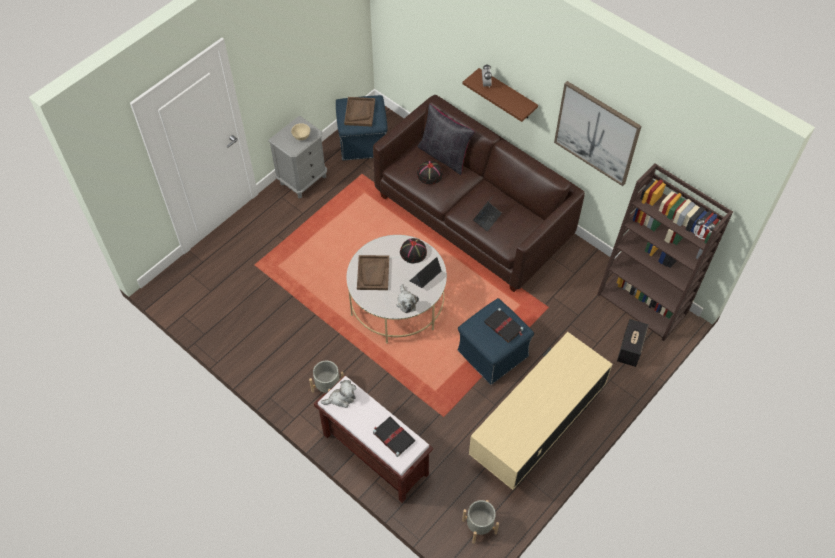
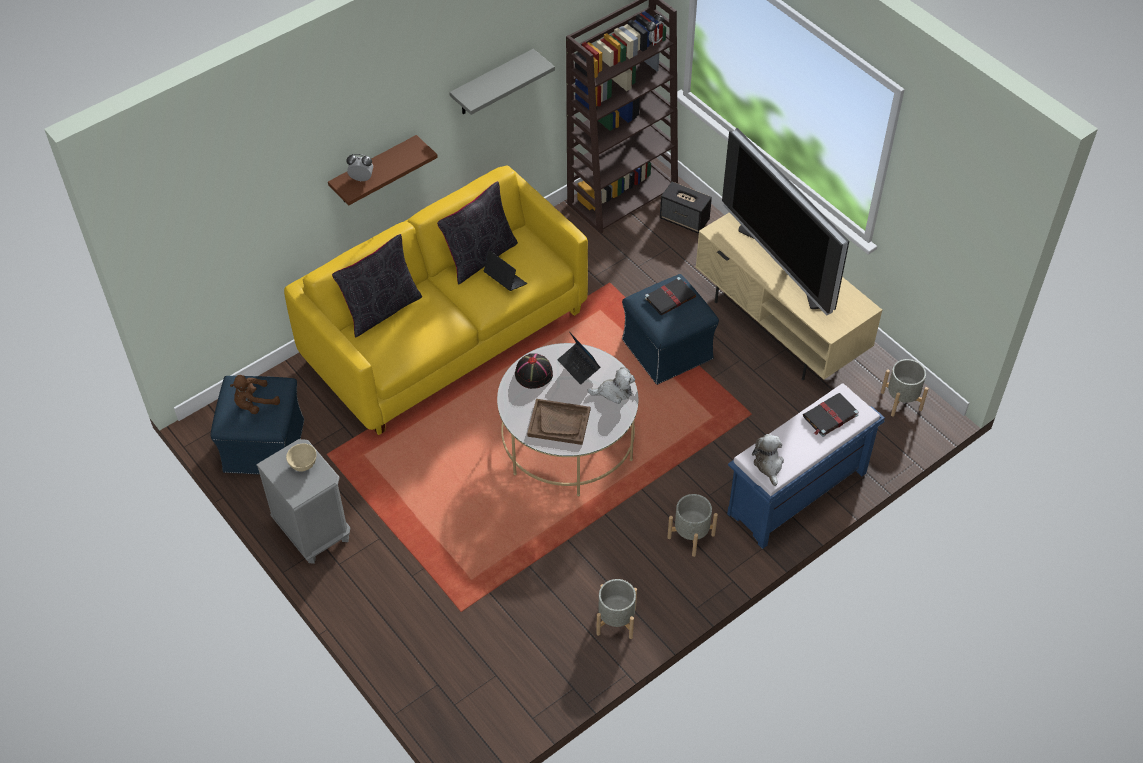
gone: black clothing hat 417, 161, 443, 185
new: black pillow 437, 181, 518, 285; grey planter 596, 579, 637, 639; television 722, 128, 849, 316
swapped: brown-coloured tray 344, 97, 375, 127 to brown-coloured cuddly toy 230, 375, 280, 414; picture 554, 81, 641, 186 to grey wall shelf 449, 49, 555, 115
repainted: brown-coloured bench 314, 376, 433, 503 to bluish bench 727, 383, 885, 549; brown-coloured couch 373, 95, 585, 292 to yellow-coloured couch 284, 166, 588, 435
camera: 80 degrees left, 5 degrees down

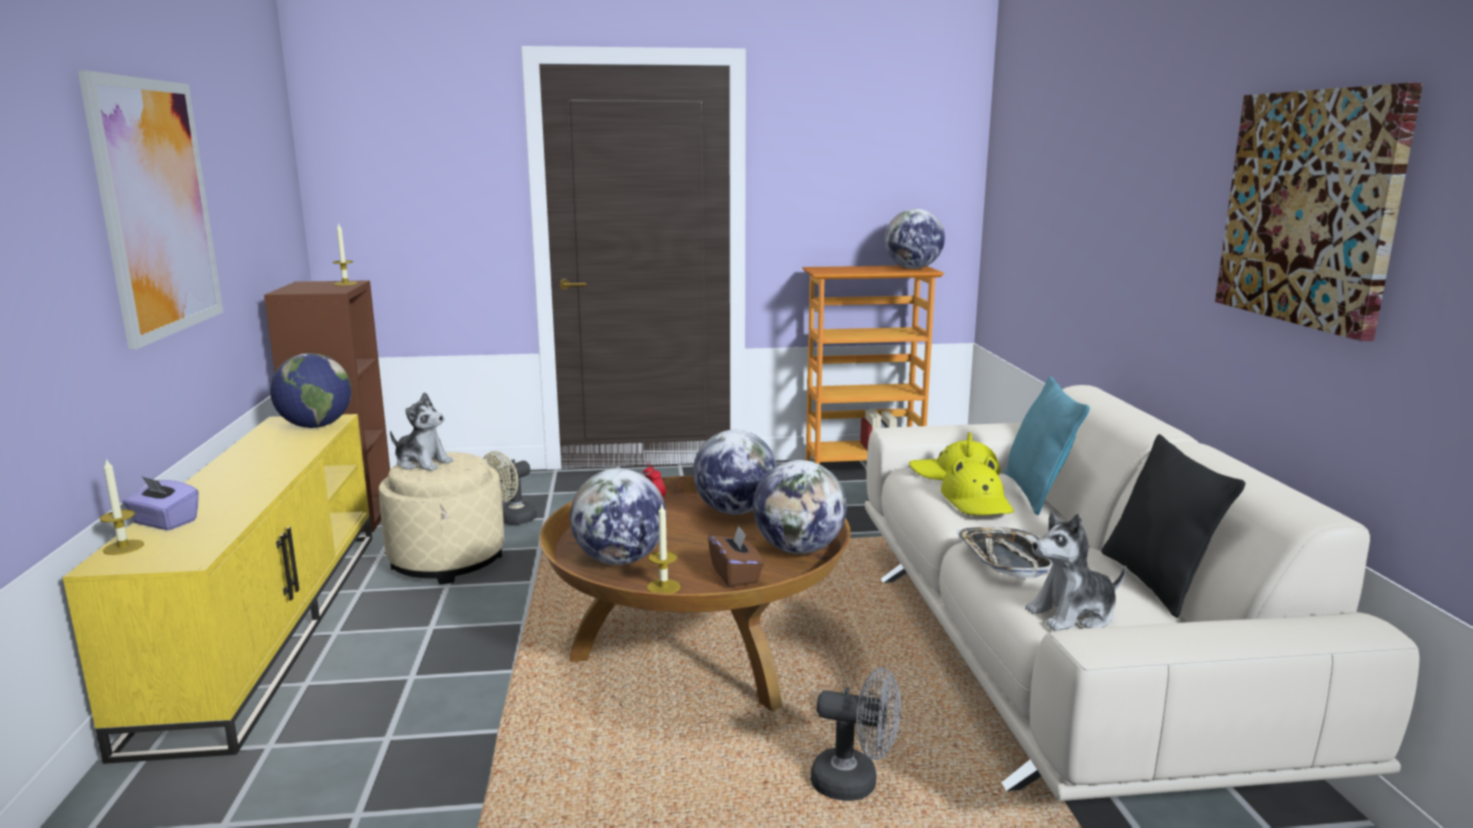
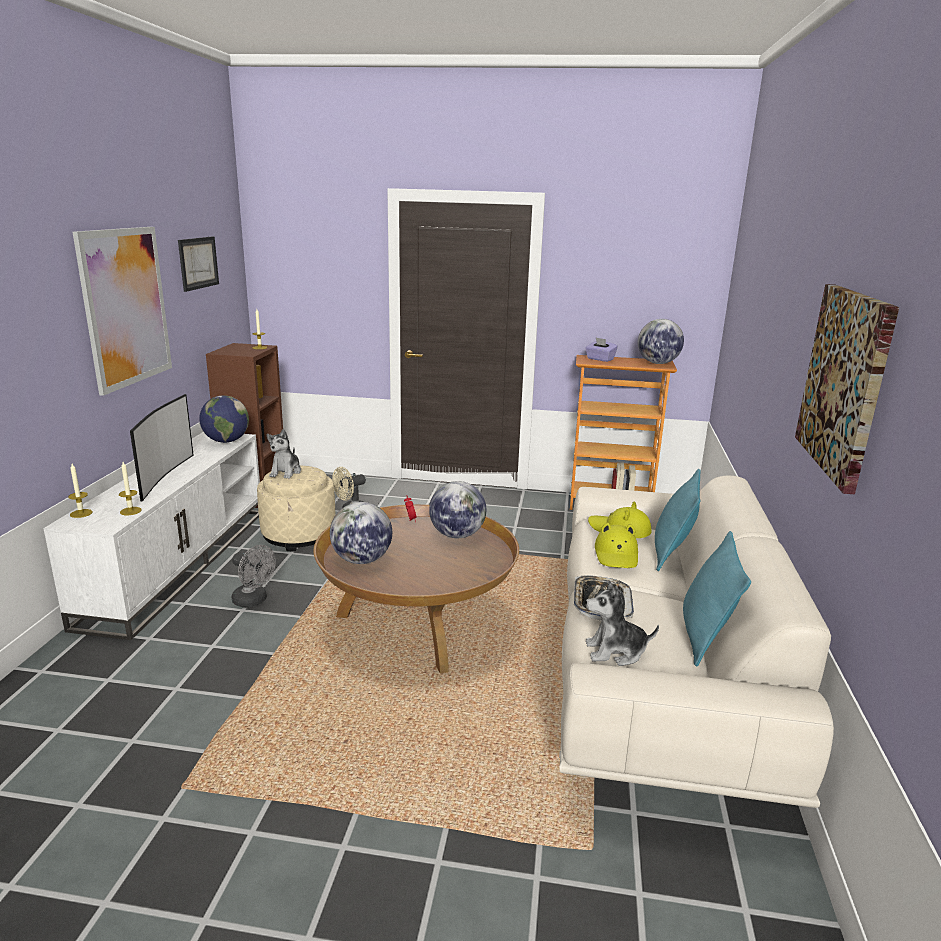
gone: brown-coloured tissue holder 708, 525, 764, 587; desk globe 753, 460, 847, 554
new: television 130, 394, 194, 501; picture 178, 236, 219, 292
shifted: purple tissue holder 122, 476, 199, 530 to 585, 338, 618, 362; wax candle 647, 505, 681, 593 to 119, 462, 142, 515; grey cooling fan 811, 668, 901, 801 to 231, 545, 276, 608
repainted: yellow-coloured tv stand 63, 414, 372, 764 to whitish tv stand 43, 432, 260, 640; black pillow 1101, 434, 1245, 618 to turquoise-coloured pillow 683, 531, 751, 667
rotated: cuddly toy 390, 392, 453, 471 = 267, 429, 301, 479 60 degrees clockwise
camera: 15 degrees right, 5 degrees up

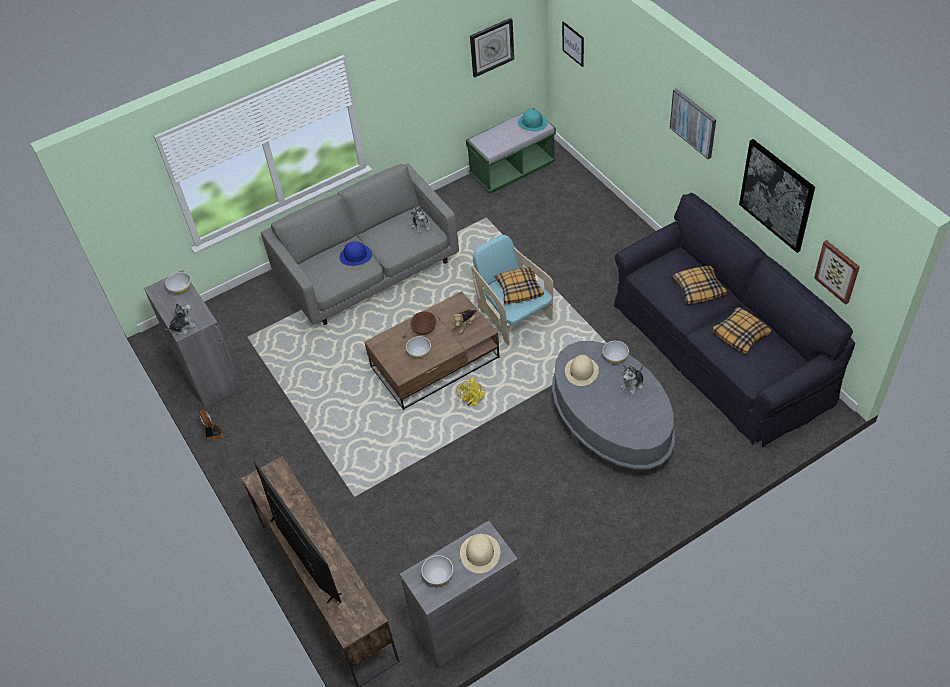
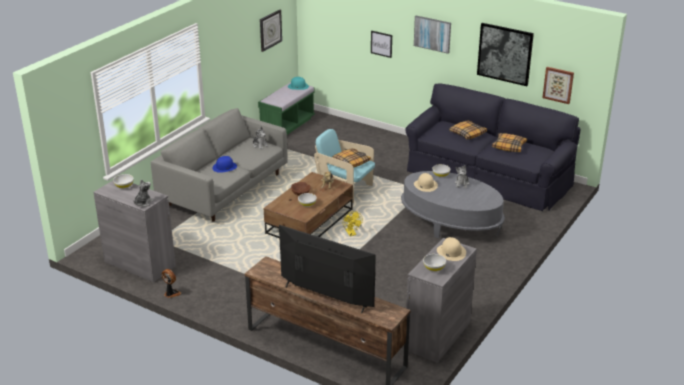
shifted: picture 562, 21, 584, 67 to 371, 30, 392, 58
camera: 30 degrees left, 20 degrees down

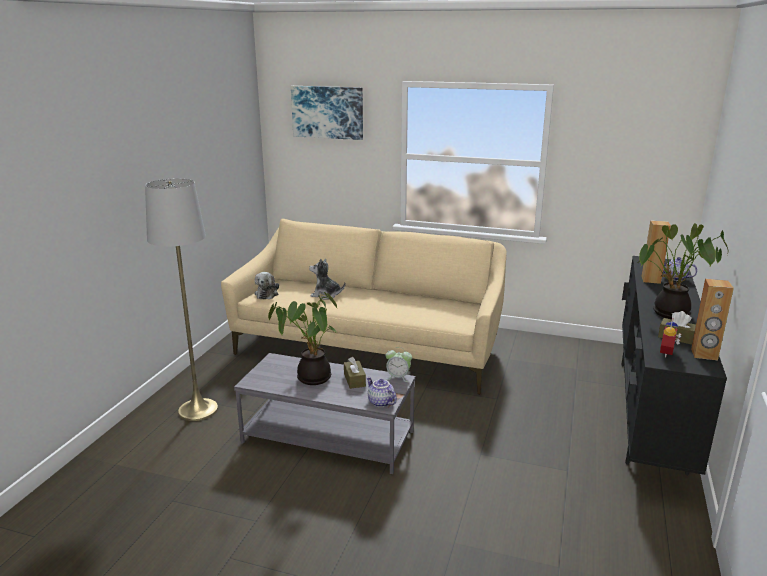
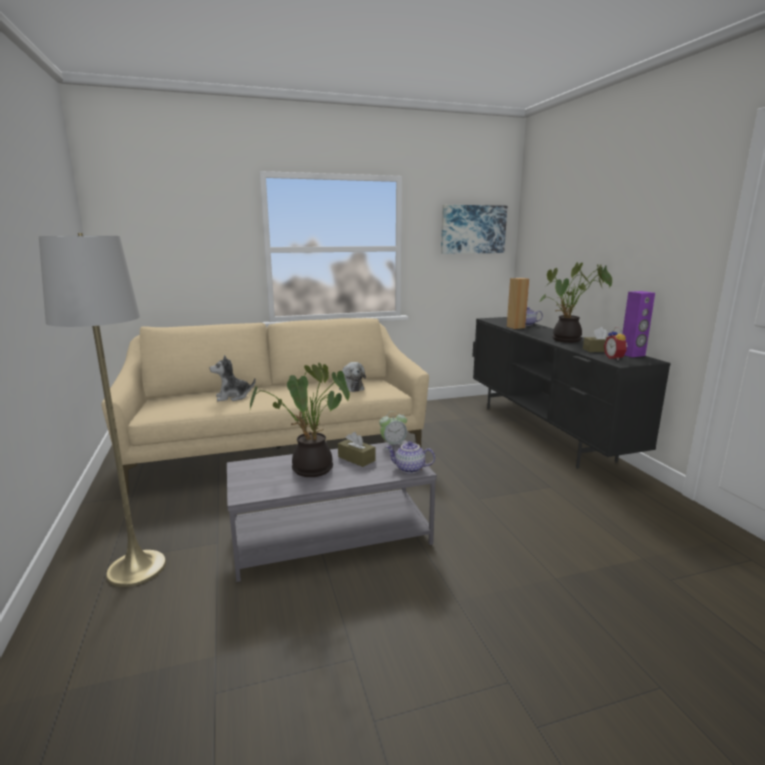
shifted: cuddly toy 255, 272, 279, 299 to 339, 362, 366, 392; picture 291, 86, 363, 140 to 441, 205, 507, 254
repainted: brown-coloured speaker 691, 279, 734, 360 to purple speaker 622, 291, 655, 357
camera: 35 degrees left, 5 degrees down

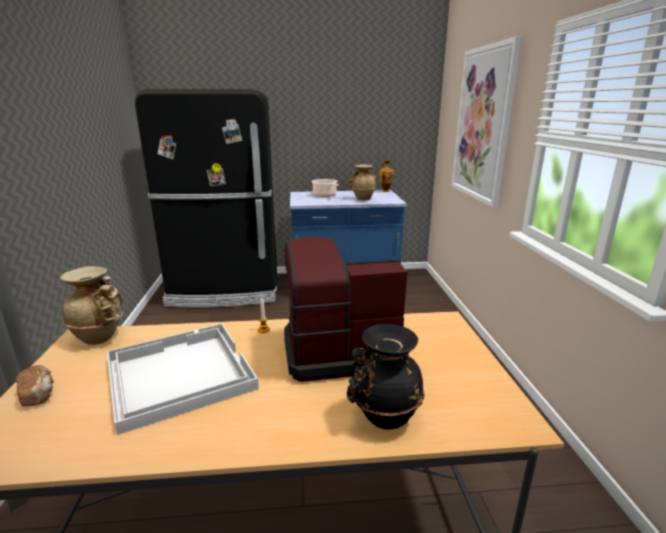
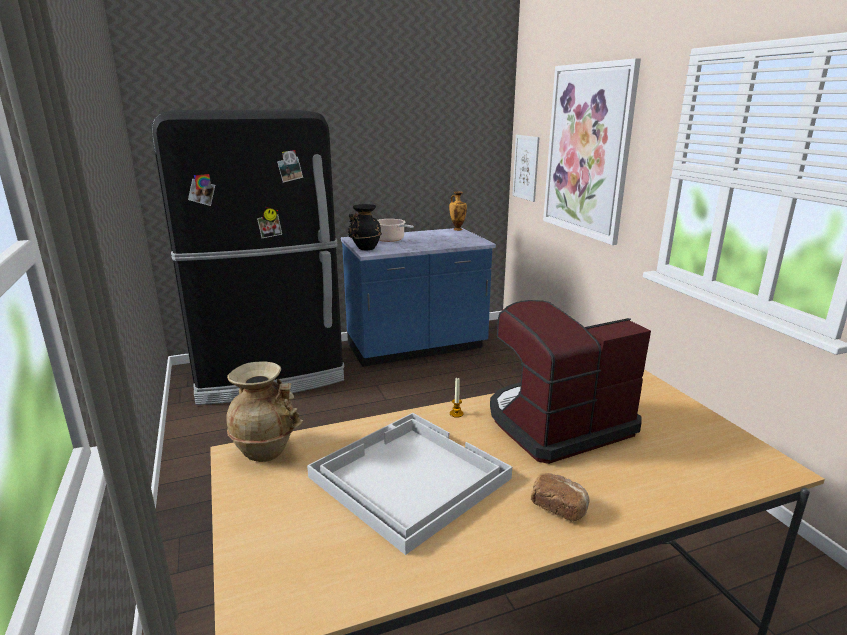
gone: beige decorative vase 348, 164, 376, 200
new: picture 512, 135, 540, 202
shifted: bread 16, 365, 54, 406 to 531, 473, 590, 521; black decorative vase 347, 324, 424, 430 to 348, 204, 382, 250
camera: 15 degrees left, 0 degrees up

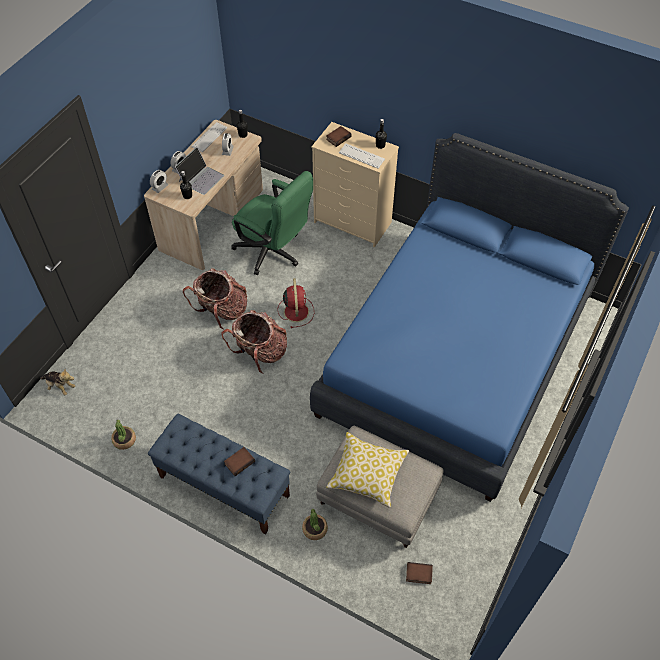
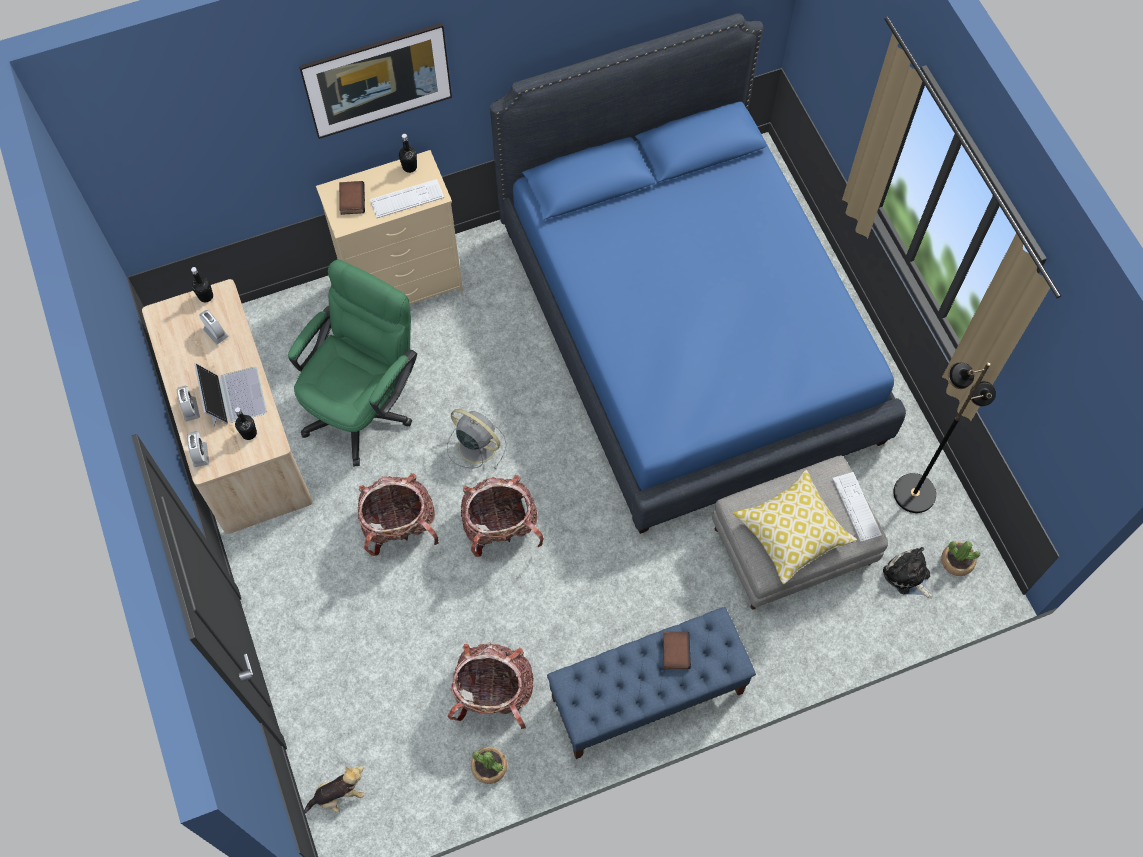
new: picture 299, 23, 452, 139; knapsack 448, 642, 533, 729; black floor lamp 893, 362, 996, 513
shifted: computer keyboard 192, 122, 228, 152 to 832, 472, 882, 542; houseplant 302, 509, 328, 540 to 941, 541, 980, 576
swapped: bound book 406, 562, 433, 584 to cuddly toy 883, 547, 933, 598
repainted: red-coloured cooling fan 278, 278, 314, 328 to grey cooling fan 447, 409, 506, 469
rotated: green-coloured desk chair 231, 171, 313, 275 = 288, 259, 417, 466 45 degrees counterclockwise
camera: 50 degrees left, 10 degrees up

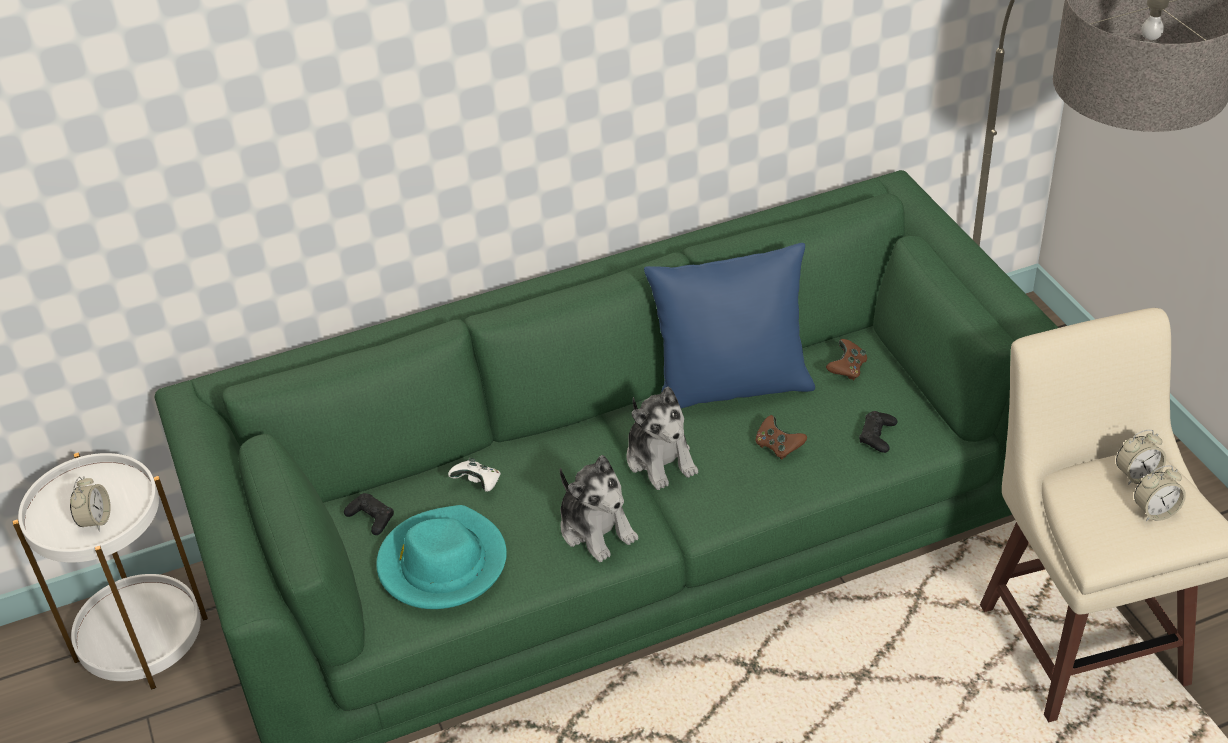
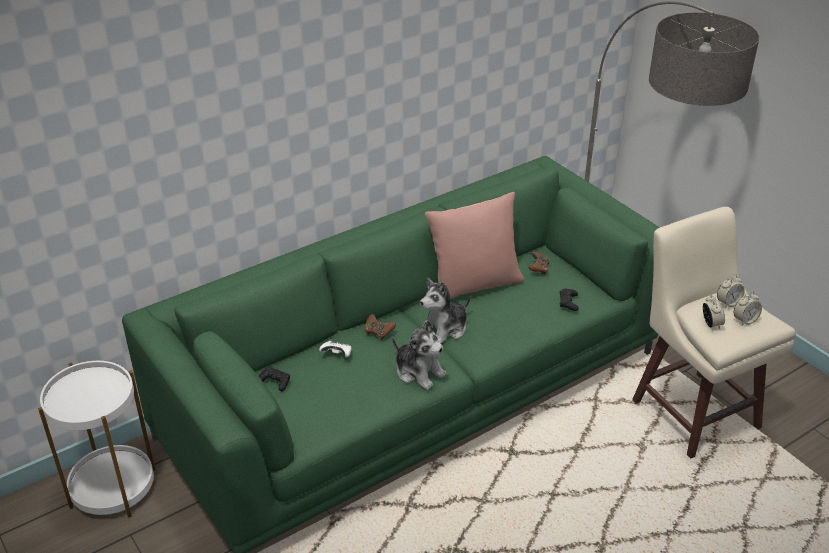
gone: turquoise-coloured clothing hat 376, 505, 507, 609
shifted: table clock 70, 476, 111, 531 to 703, 295, 725, 329; brown-coloured joypad 755, 415, 807, 460 to 364, 314, 396, 340
repainted: bluish pillow 644, 243, 815, 408 to pink-coloured pillow 425, 192, 524, 299
rotated: cuddly toy 626, 387, 698, 490 = 420, 278, 471, 343 90 degrees clockwise
camera: 15 degrees left, 5 degrees down

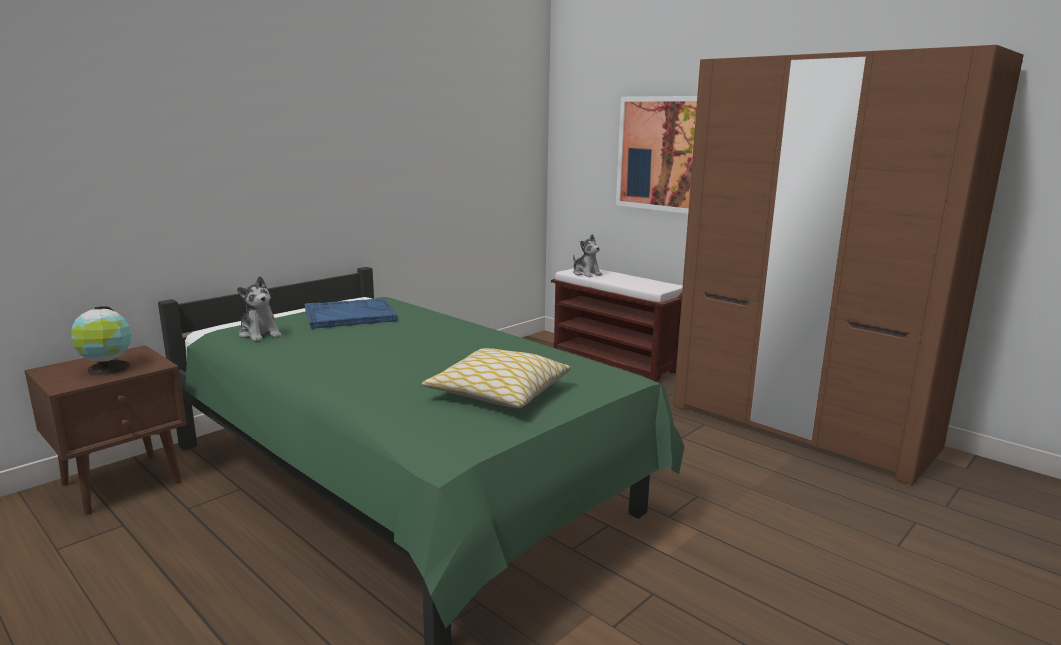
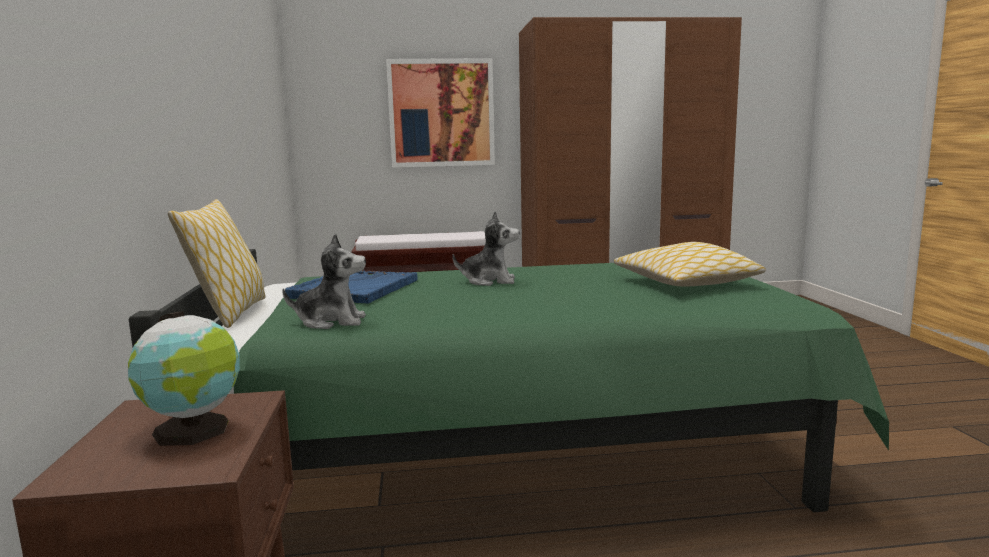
new: pillow 168, 199, 266, 328
shifted: cuddly toy 573, 234, 602, 277 to 452, 211, 520, 286
camera: 50 degrees left, 5 degrees down

